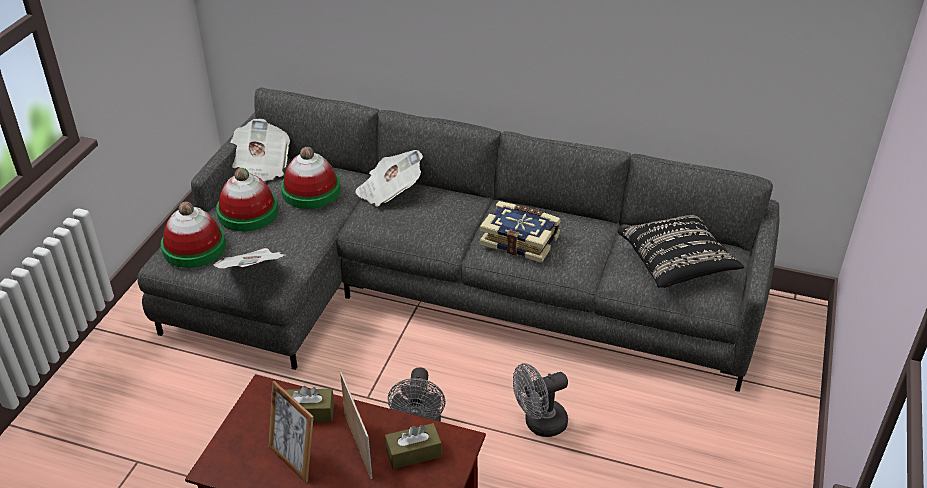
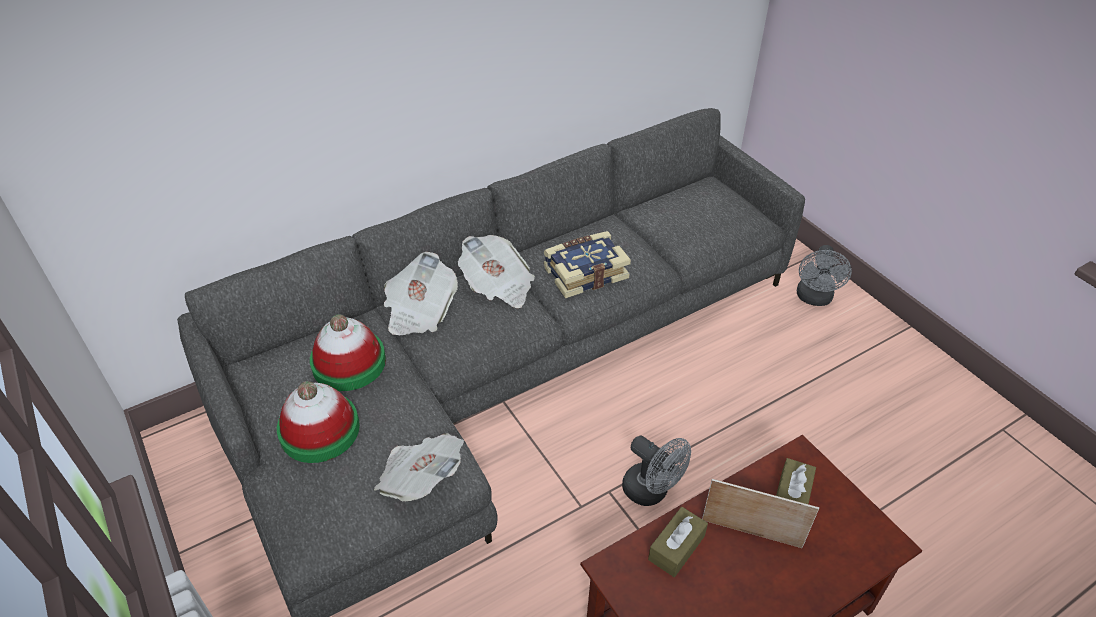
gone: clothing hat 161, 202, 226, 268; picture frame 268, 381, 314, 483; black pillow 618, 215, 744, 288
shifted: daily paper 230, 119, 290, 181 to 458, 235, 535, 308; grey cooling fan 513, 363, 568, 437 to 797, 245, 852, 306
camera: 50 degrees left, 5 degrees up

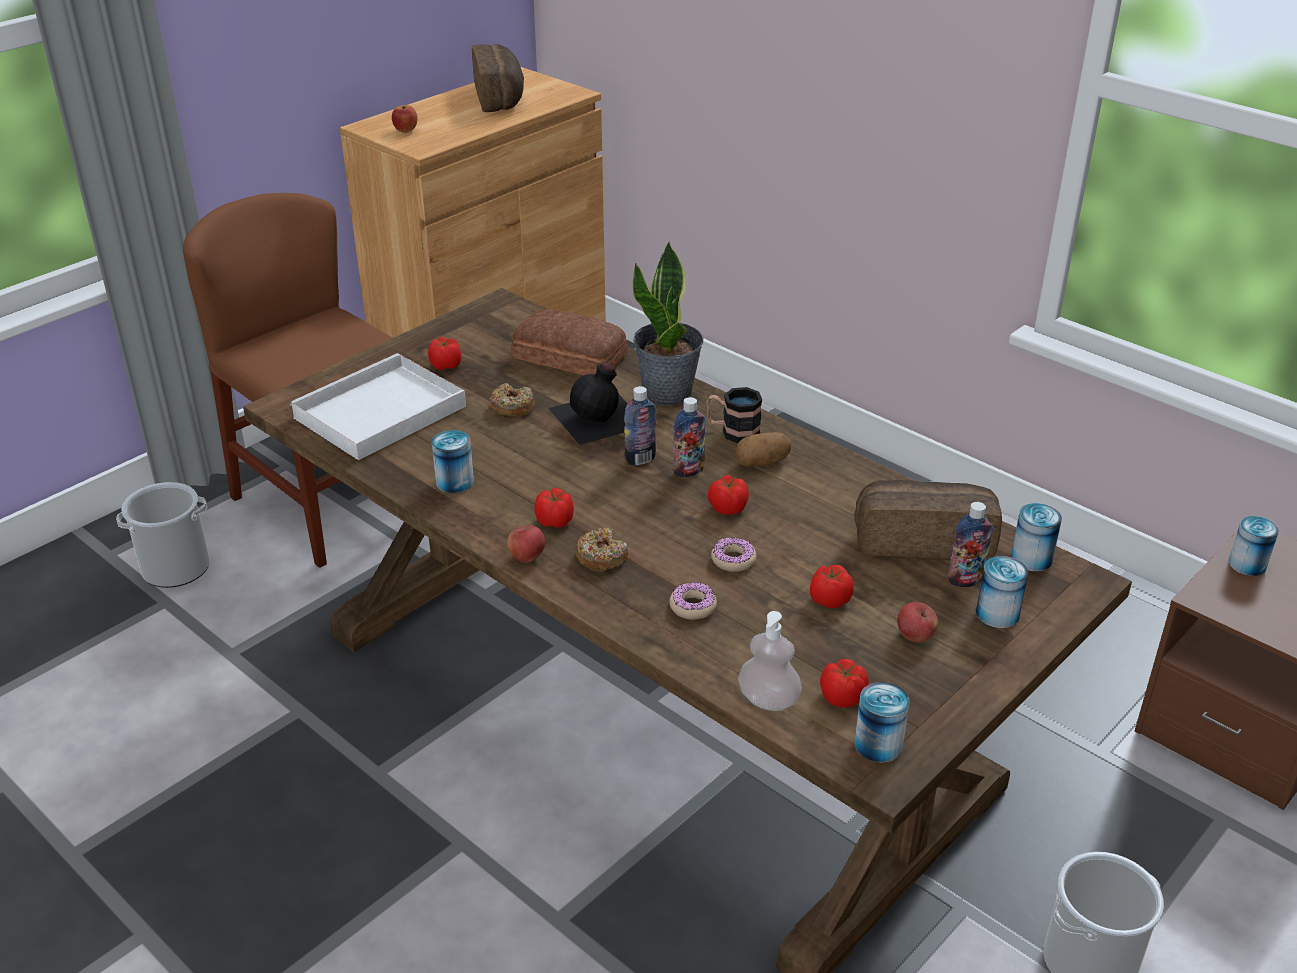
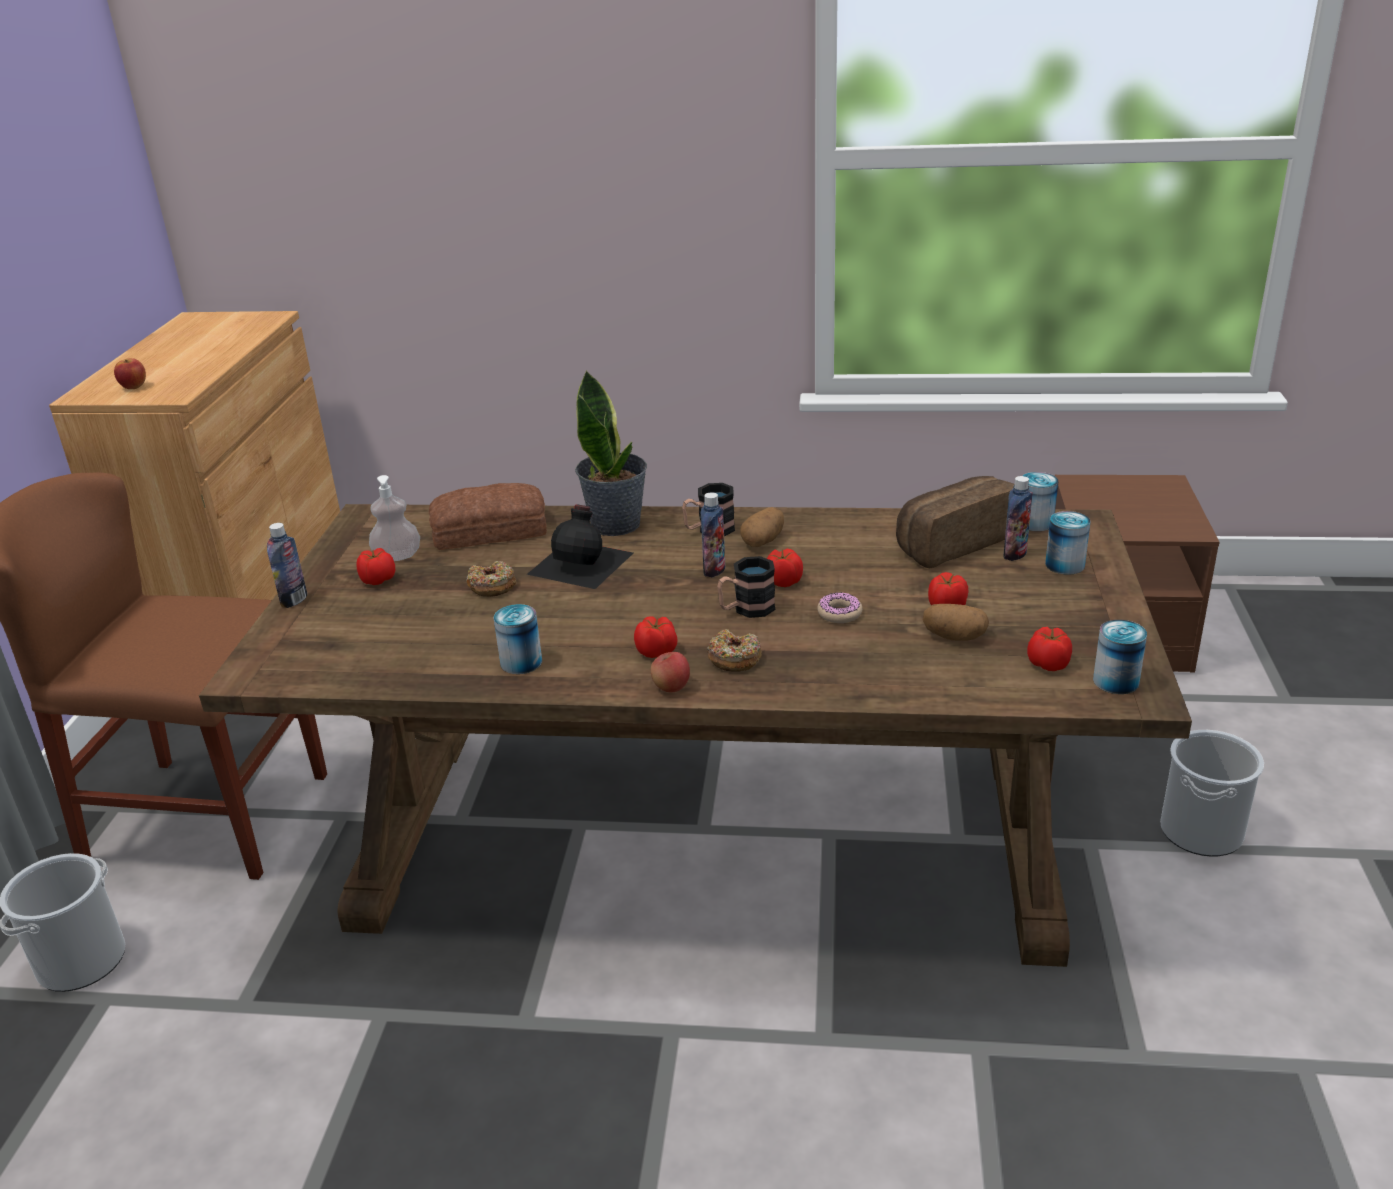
gone: whitish tray 290, 353, 466, 460; bread 472, 44, 524, 112; donut 669, 582, 717, 620; whole apple 897, 602, 938, 643; can 1229, 516, 1279, 576
new: coffee mug 717, 556, 775, 618; whole potato 922, 604, 989, 641
shifted: bottle 624, 386, 656, 465 to 267, 523, 307, 608; soap dispenser 738, 611, 802, 711 to 369, 475, 420, 561
camera: 35 degrees left, 5 degrees down

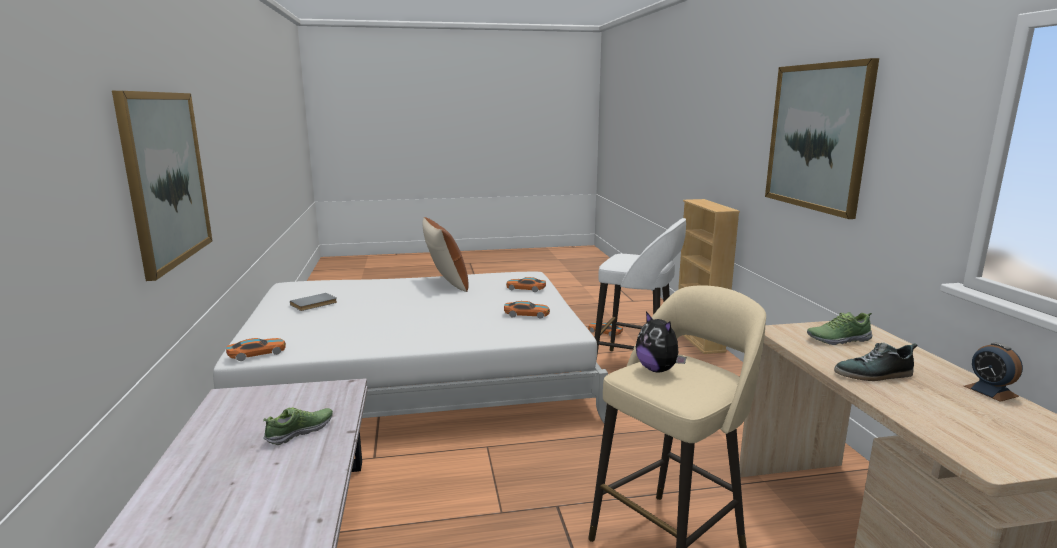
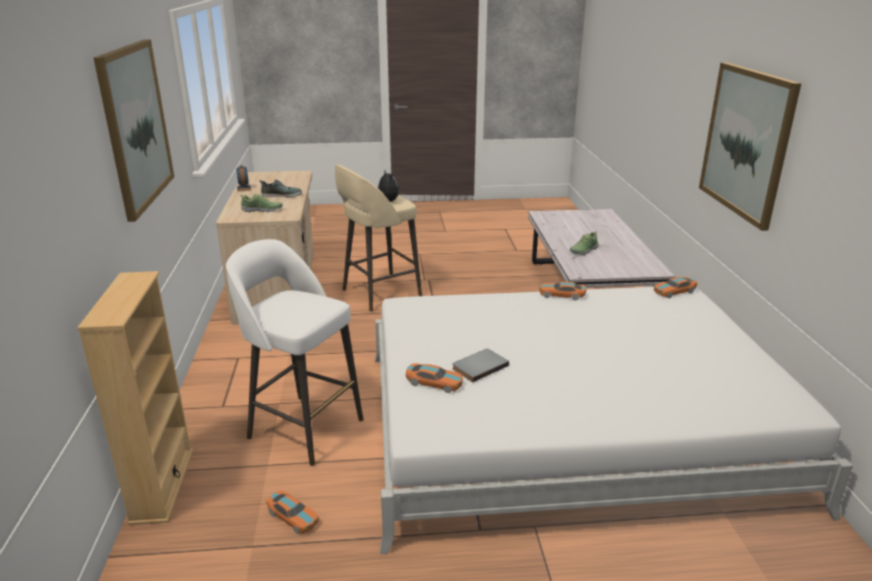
gone: brown-coloured pillow 422, 217, 469, 292
shifted: grey bound book 290, 293, 337, 311 to 452, 349, 509, 383; toy car 504, 301, 550, 319 to 539, 281, 586, 300
camera: 175 degrees left, 10 degrees up

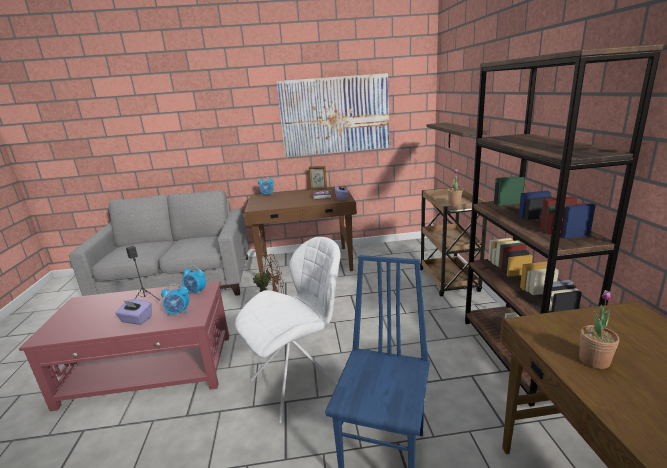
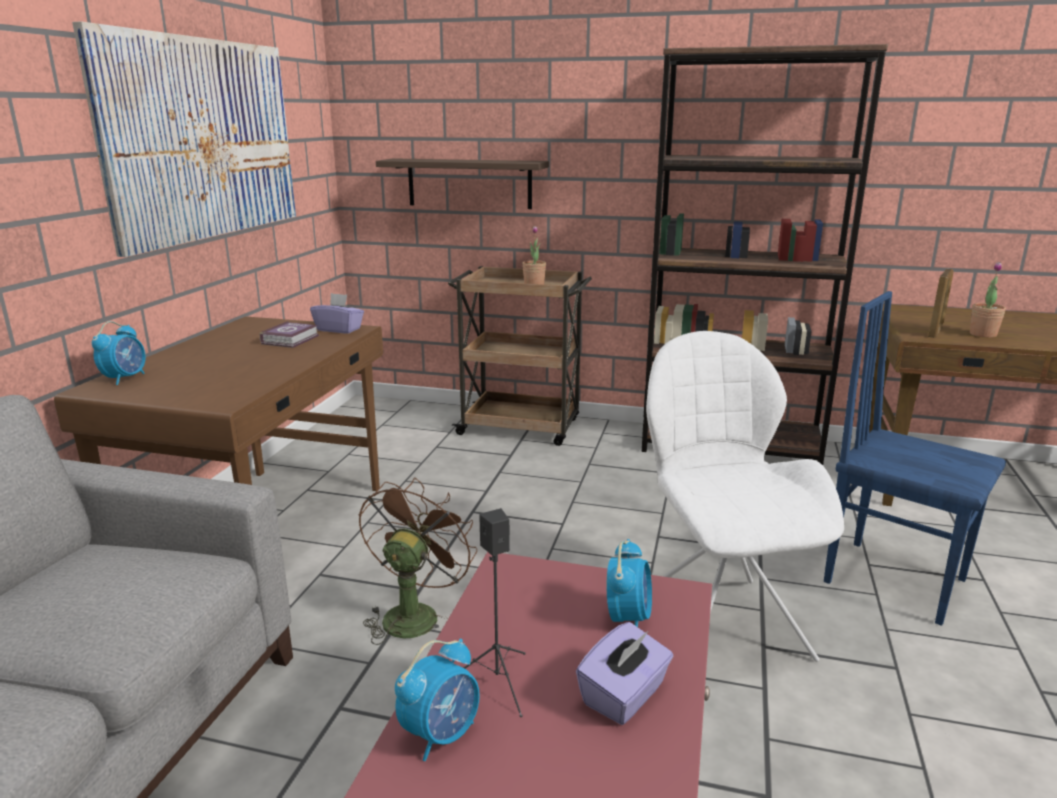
shifted: table clock 182, 265, 206, 295 to 395, 638, 480, 761; picture frame 309, 166, 327, 189 to 928, 269, 954, 338
camera: 70 degrees left, 0 degrees up

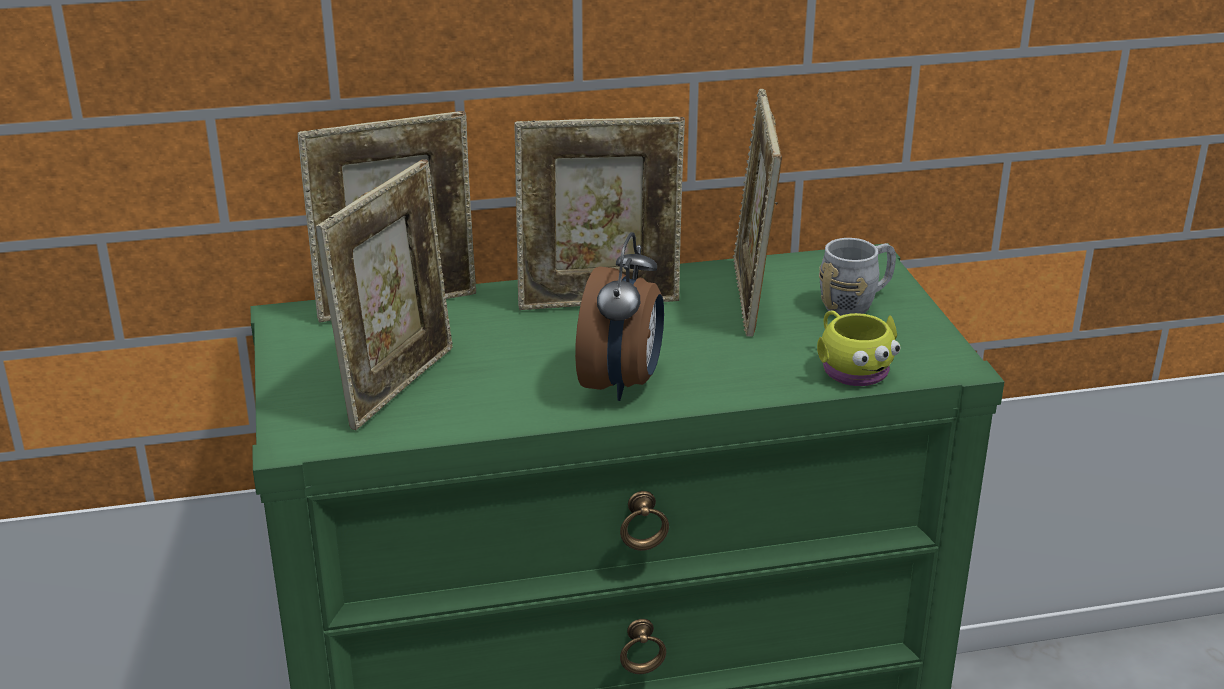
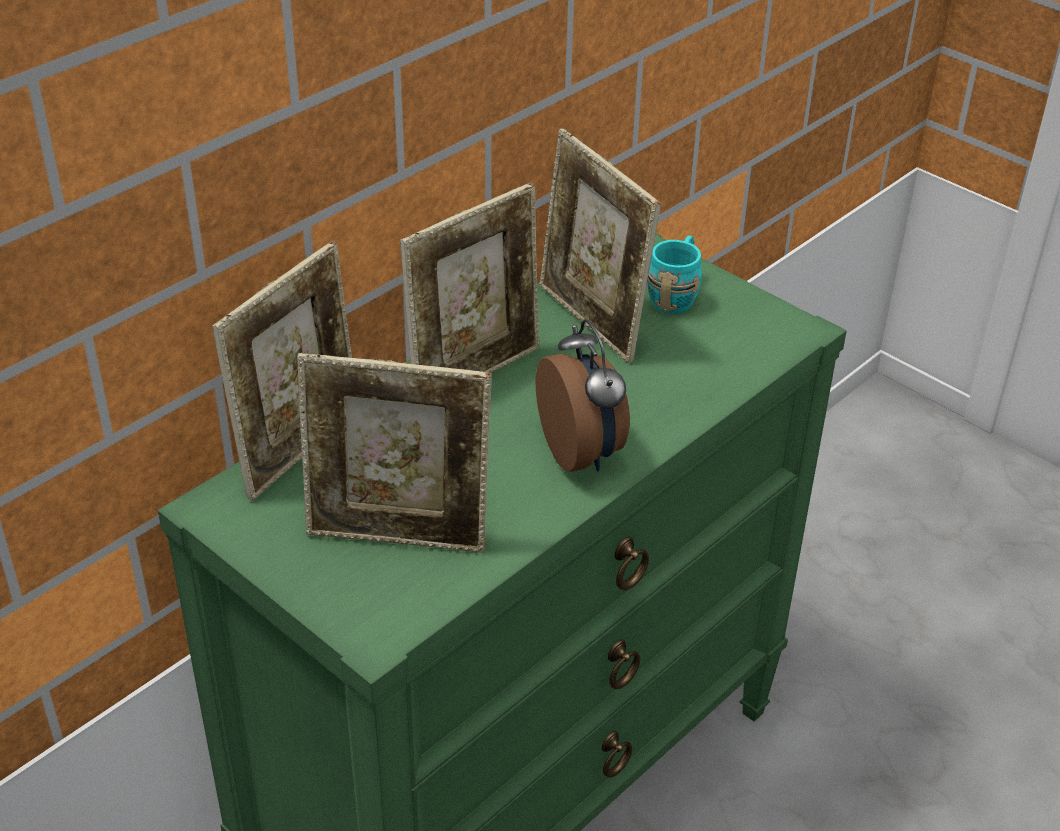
gone: yellow-coloured coffee mug 817, 310, 900, 386
repainted: grey coffee mug 819, 238, 896, 316 to turquoise-coloured coffee mug 647, 235, 702, 314
rotated: picture frame 315, 159, 453, 430 = 297, 353, 492, 553 105 degrees clockwise
camera: 35 degrees left, 10 degrees up

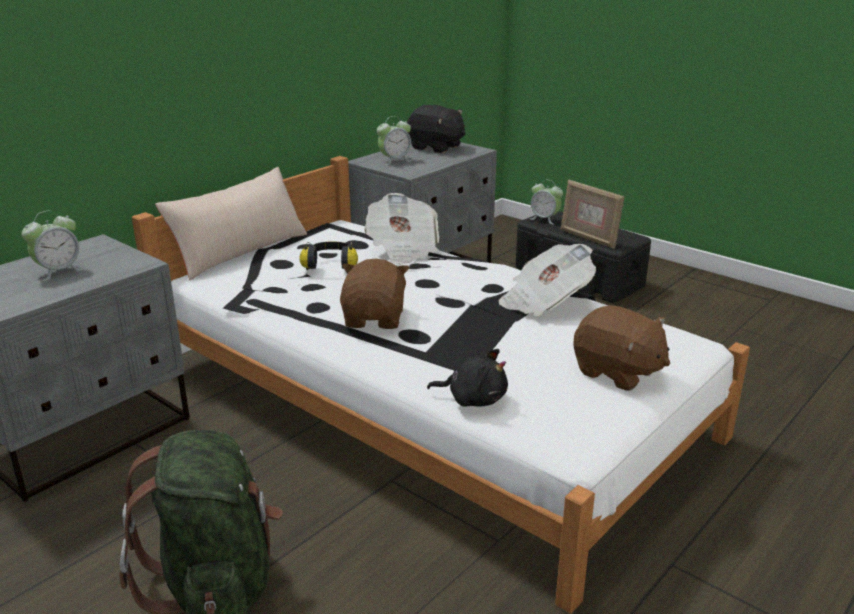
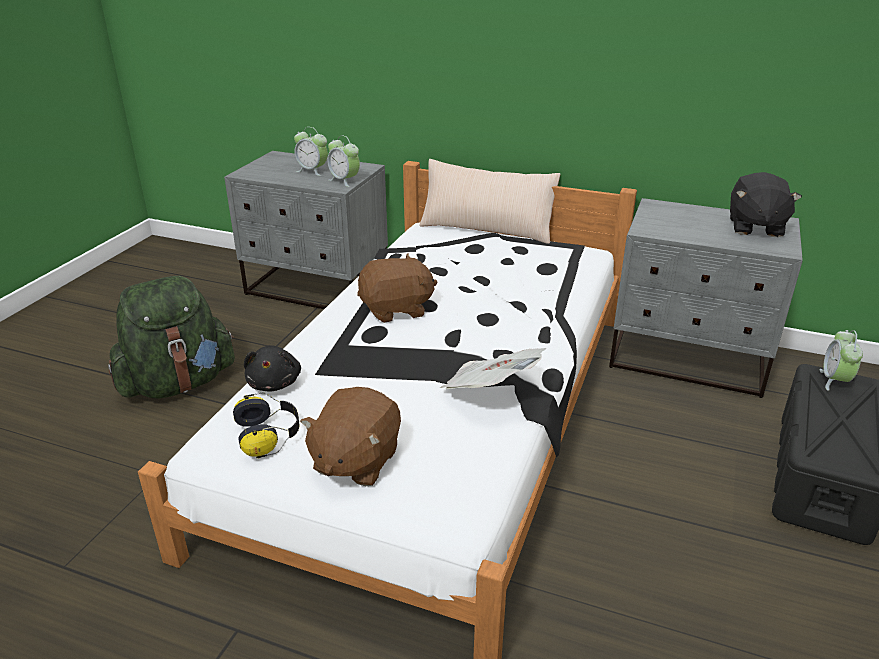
gone: daily paper 364, 193, 439, 265; picture frame 561, 180, 624, 249
shifted: headset 299, 242, 358, 270 to 233, 393, 299, 458; table clock 377, 116, 412, 165 to 327, 135, 360, 187
camera: 70 degrees right, 5 degrees up

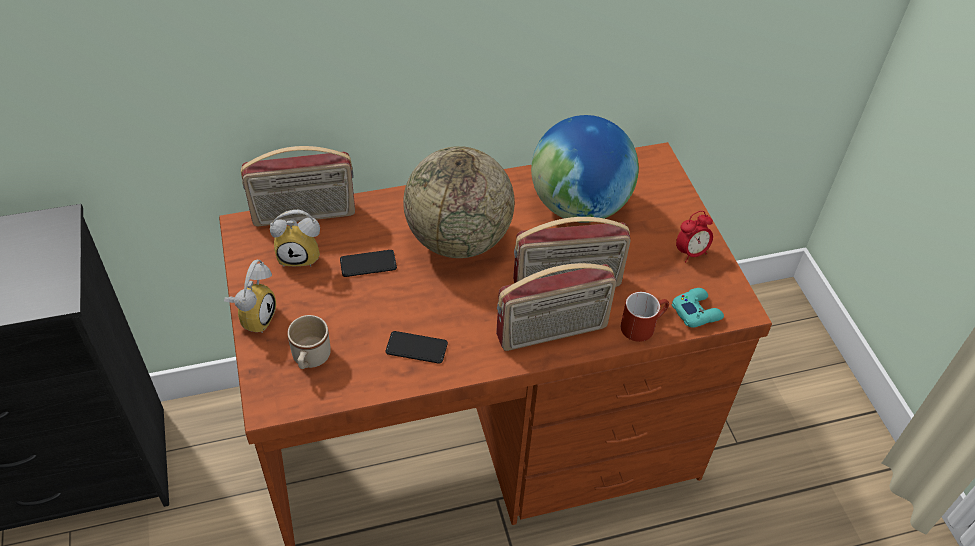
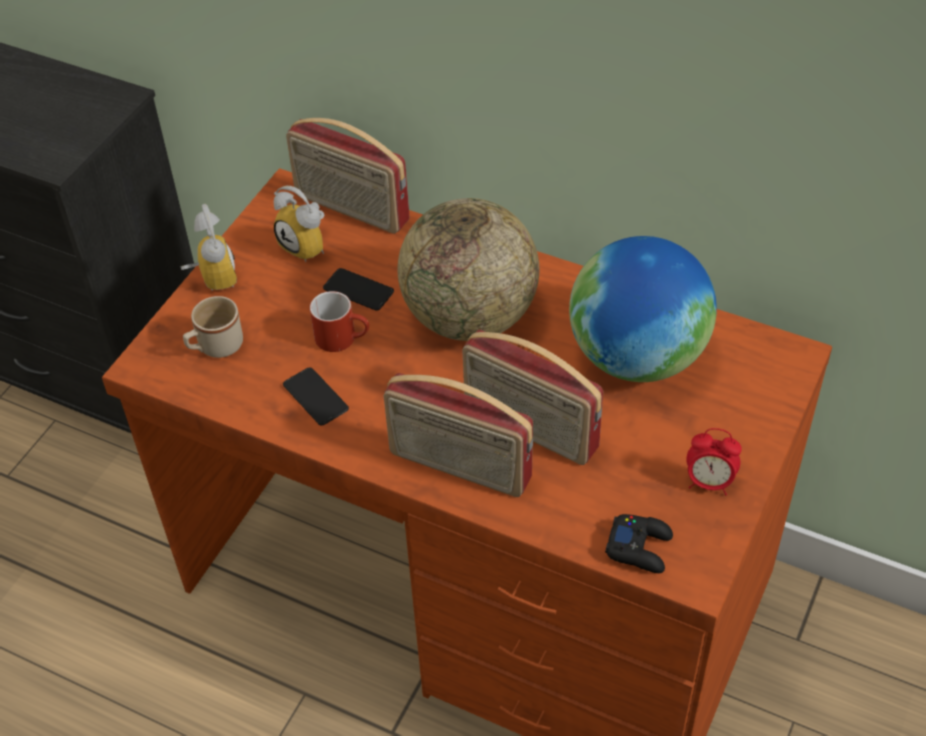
shifted: red-coloured coffee mug 621, 292, 669, 342 to 310, 291, 369, 352
repainted: turquoise-coloured joypad 672, 288, 724, 328 to black joypad 605, 514, 673, 573
rotated: table clock 224, 260, 276, 333 = 180, 204, 237, 291 75 degrees counterclockwise
camera: 45 degrees right, 0 degrees up

